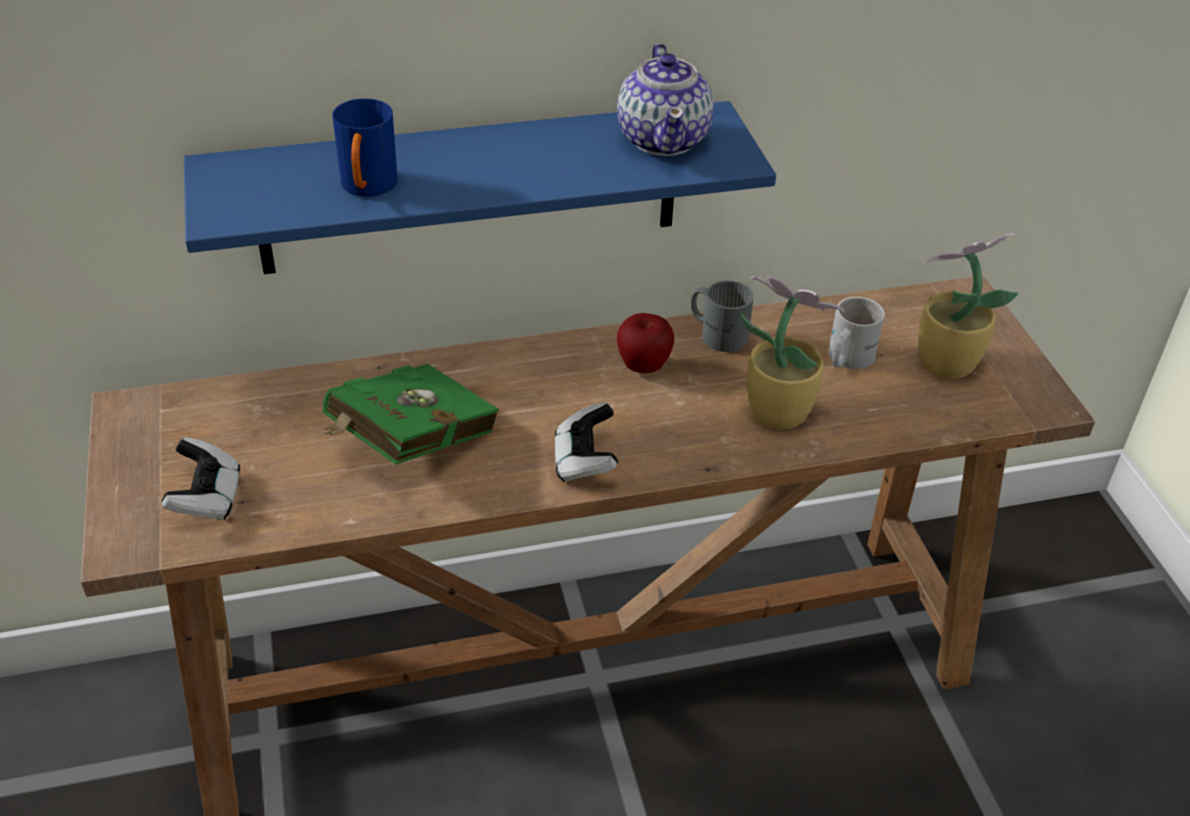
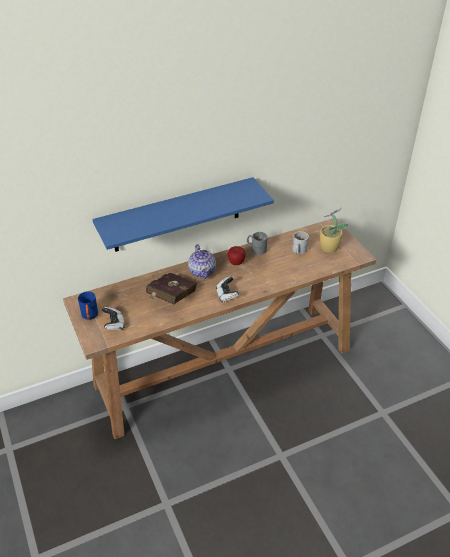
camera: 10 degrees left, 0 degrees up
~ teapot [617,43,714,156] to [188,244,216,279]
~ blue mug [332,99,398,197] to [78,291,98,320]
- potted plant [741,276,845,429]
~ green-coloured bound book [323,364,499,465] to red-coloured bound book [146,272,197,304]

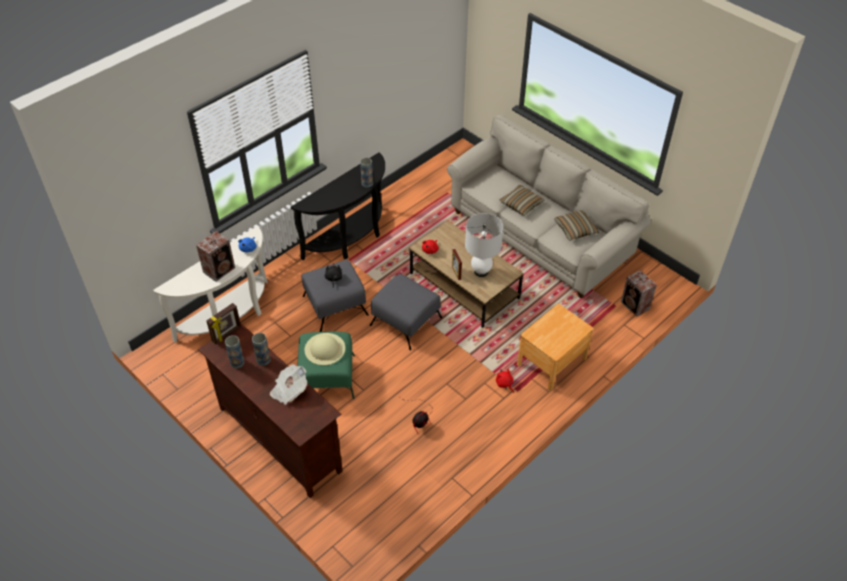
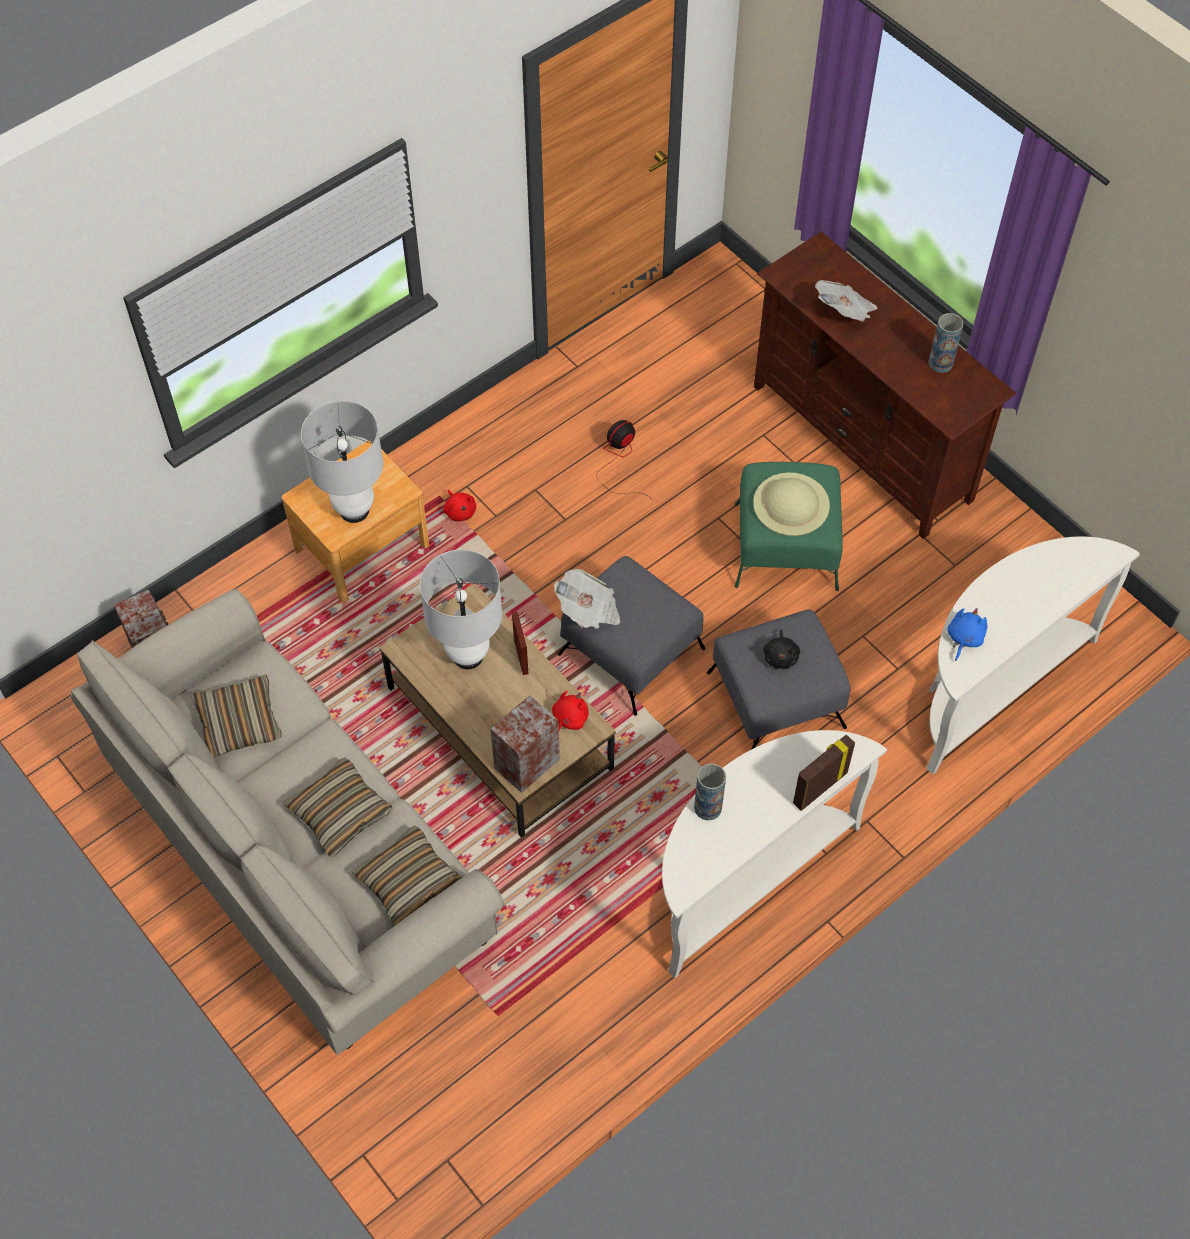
camera: 175 degrees left, 10 degrees up
~ black-coloured narrow table [291,152,385,260] to white-coloured narrow table [662,730,887,978]
~ audio speaker [196,231,235,282] to [490,695,560,793]
~ picture frame [207,303,241,345] to [793,735,855,811]
- decorative vase [252,333,271,366]
+ white-coloured tabletop lamp [301,401,384,523]
+ newspaper [554,569,621,629]
+ cushion [352,825,462,925]

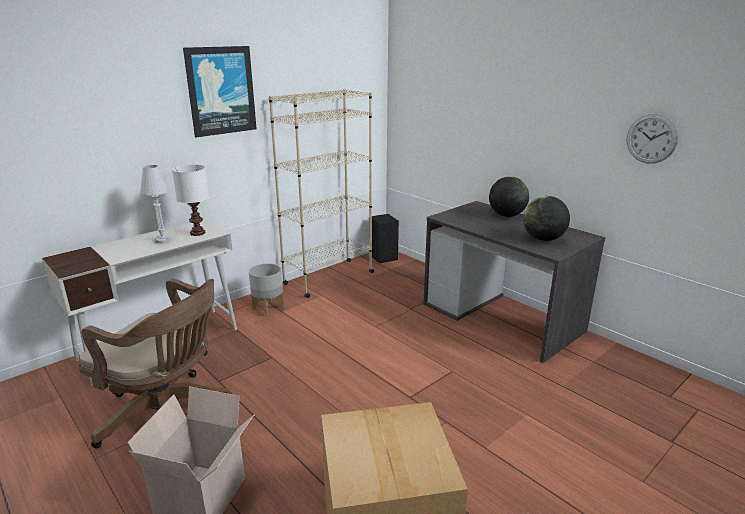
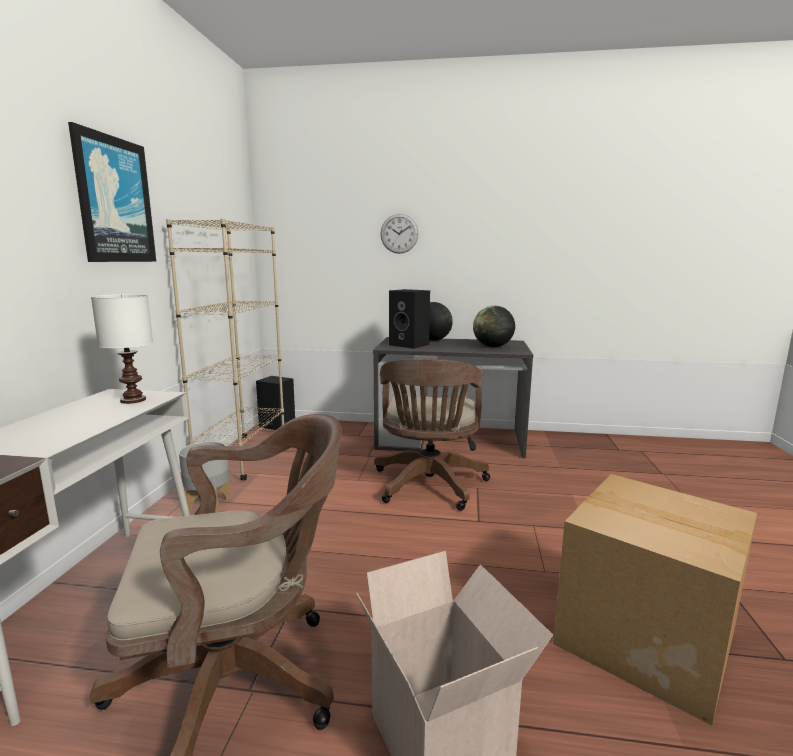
camera: 40 degrees left, 10 degrees down
~ wall clock [627,114,678,164] to [381,214,418,254]
- white-coloured tabletop lamp [140,165,171,244]
+ black-coloured audio speaker [389,289,430,349]
+ brown-coloured office chair [374,358,490,511]

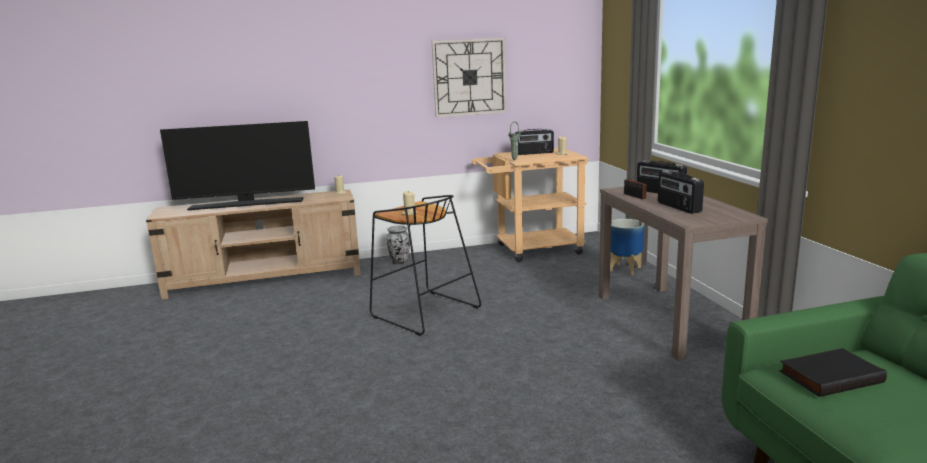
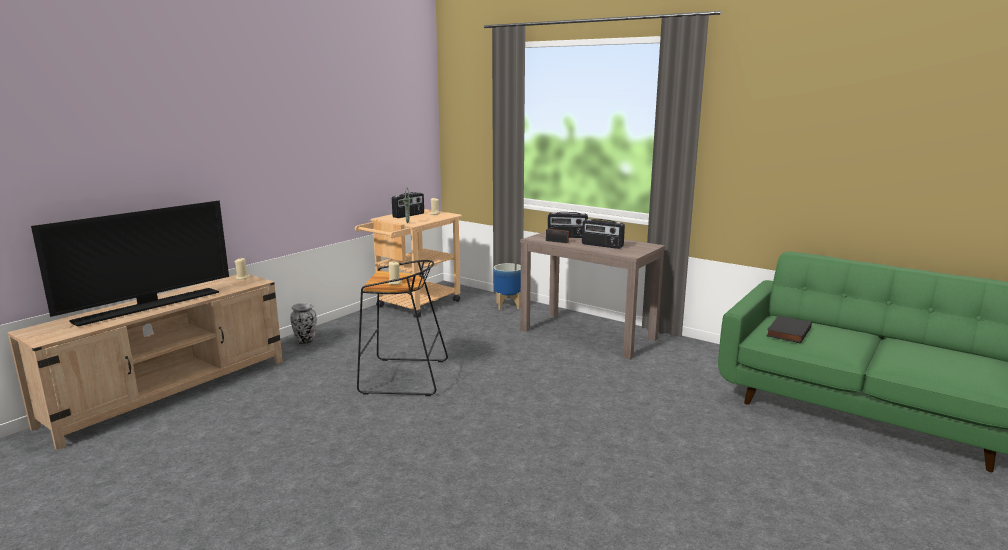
camera: 40 degrees left, 0 degrees up
- wall clock [432,38,506,117]

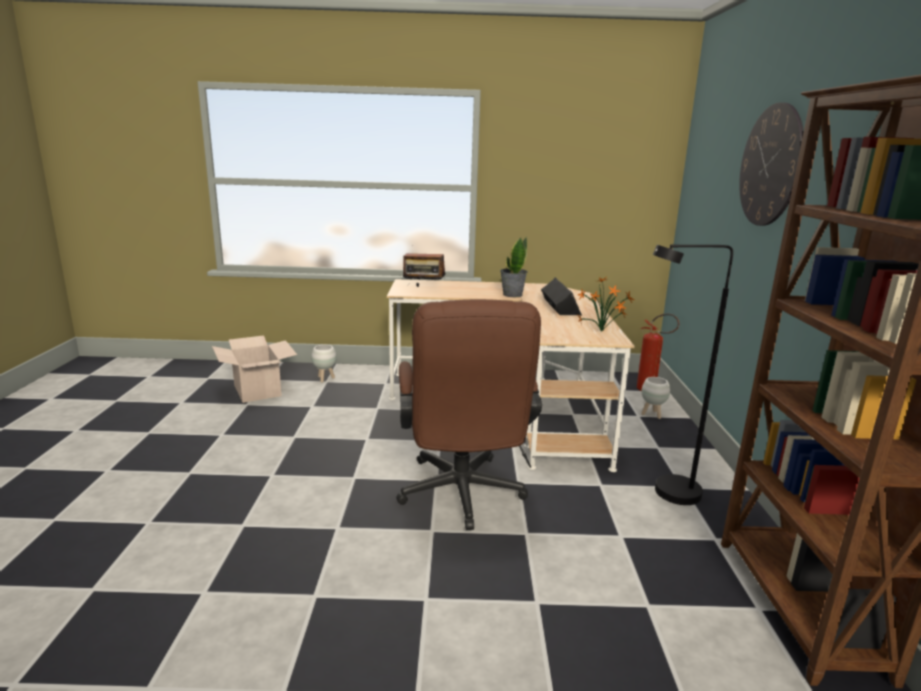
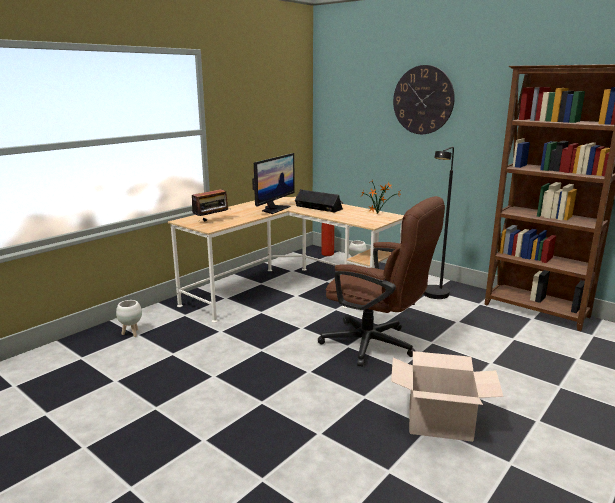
camera: 50 degrees left, 0 degrees up
~ potted plant [500,236,528,297] to monitor [252,153,295,214]
~ packing box [212,335,297,403] to [391,351,504,442]

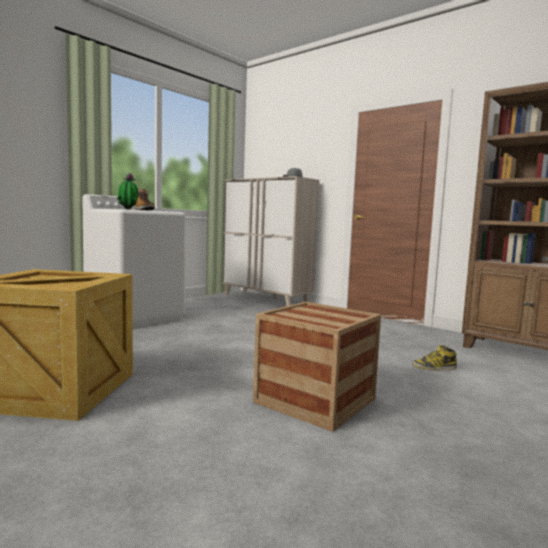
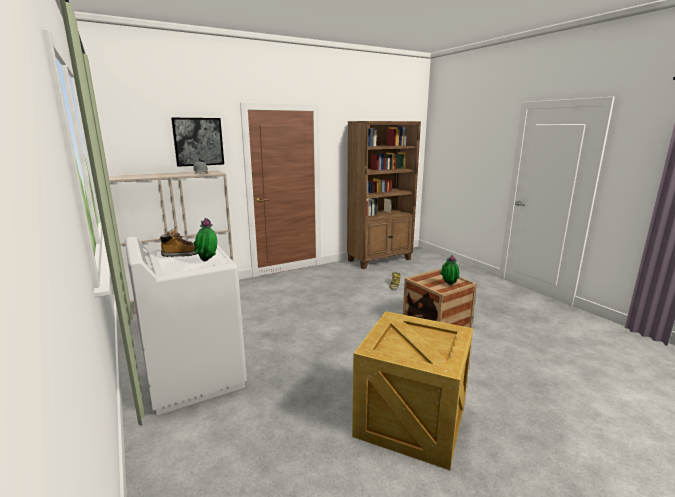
camera: 70 degrees left, 10 degrees up
+ picture [171,118,224,167]
+ potted plant [440,255,459,285]

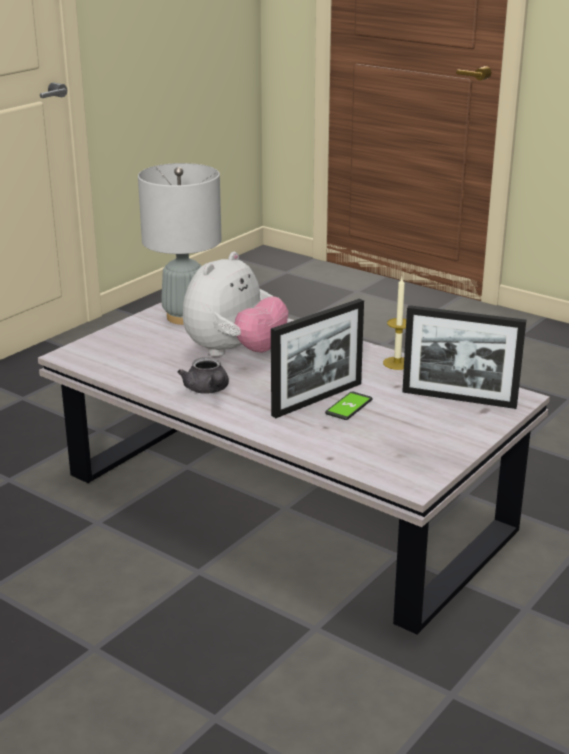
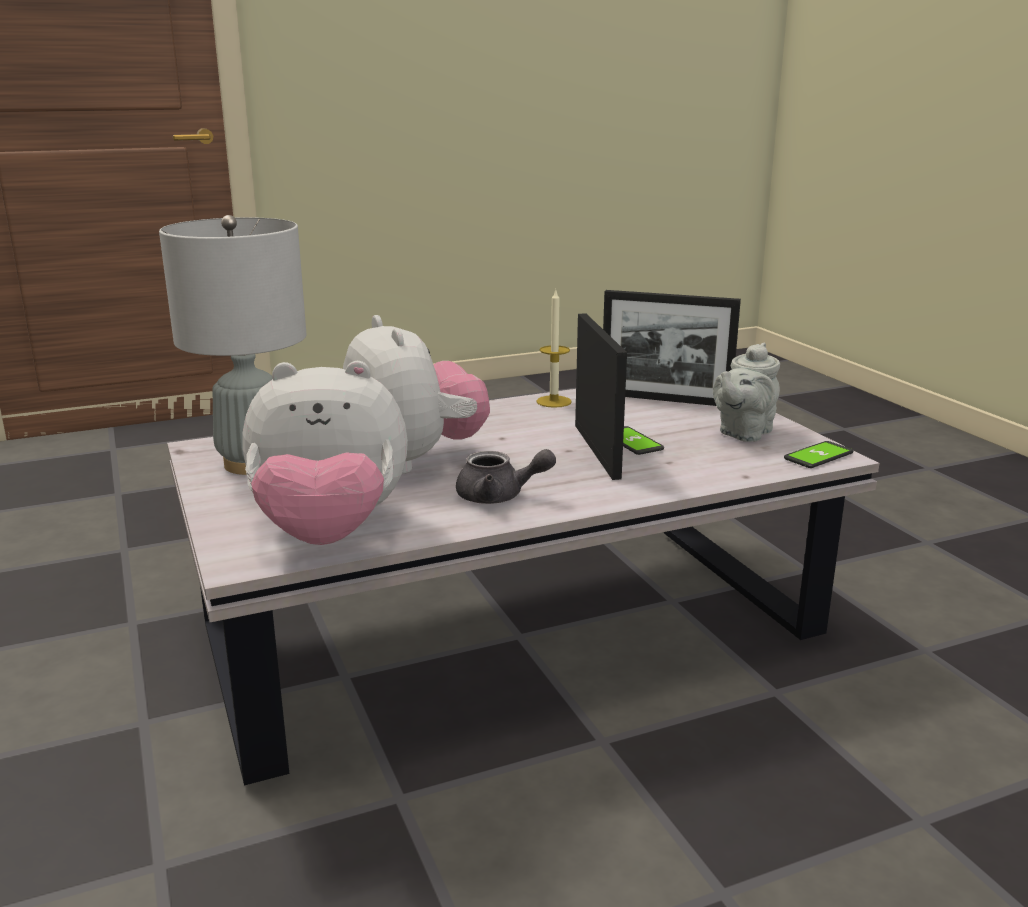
camera: 60 degrees left, 5 degrees down
~ picture frame [402,305,526,409] = [603,290,741,406] 60 degrees clockwise
+ greyish teapot [713,343,780,442]
+ cuddly toy [243,361,408,545]
+ telephone [784,441,853,468]

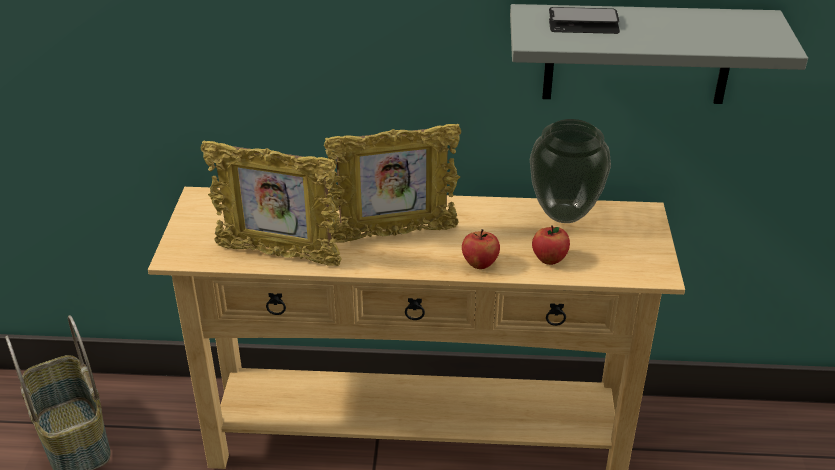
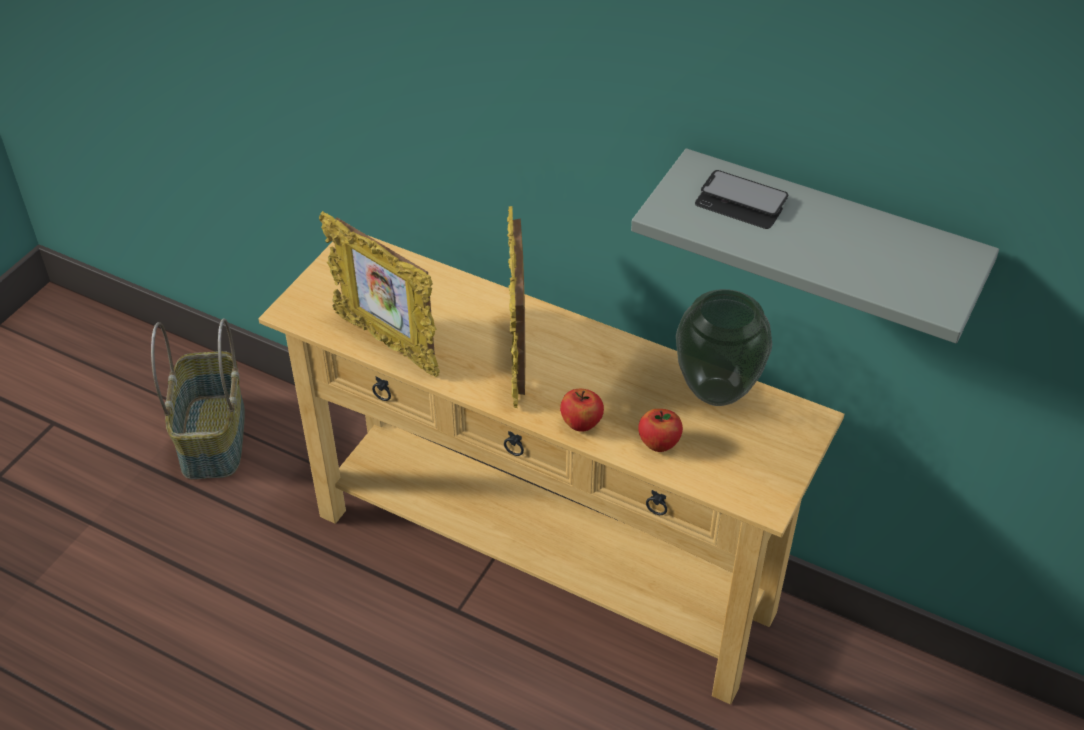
camera: 25 degrees right, 10 degrees up
~ picture frame [324,124,461,243] = [507,206,525,408] 75 degrees clockwise

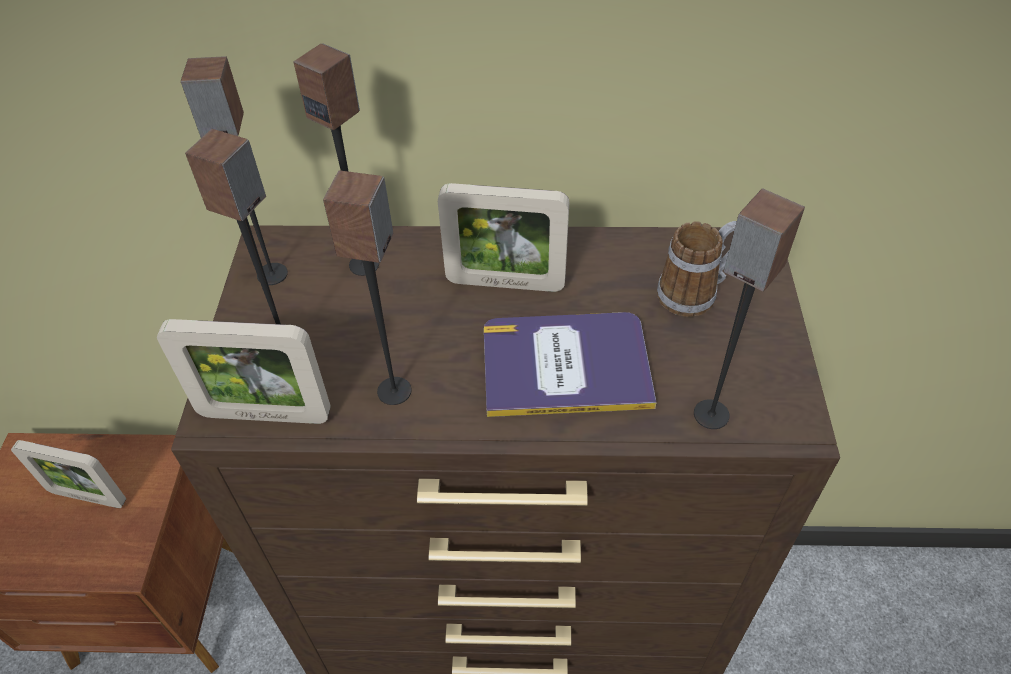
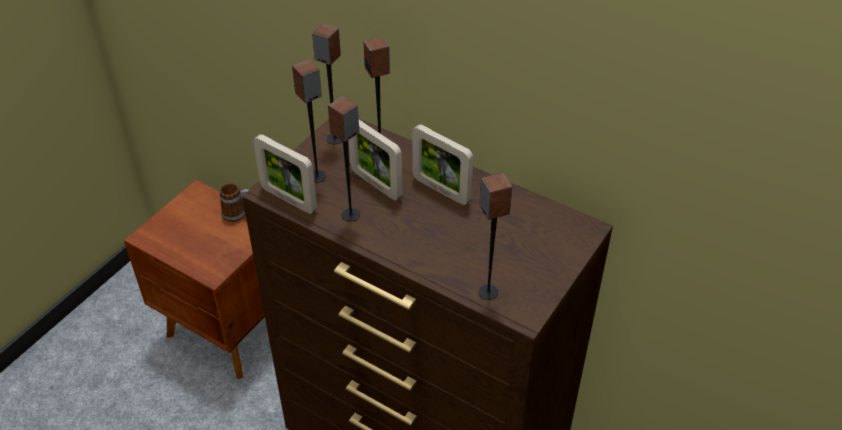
camera: 30 degrees right, 5 degrees down
~ mug [657,221,737,317] to [219,183,248,222]
- bound book [484,312,656,417]
~ picture frame [11,440,126,508] to [349,120,402,201]

